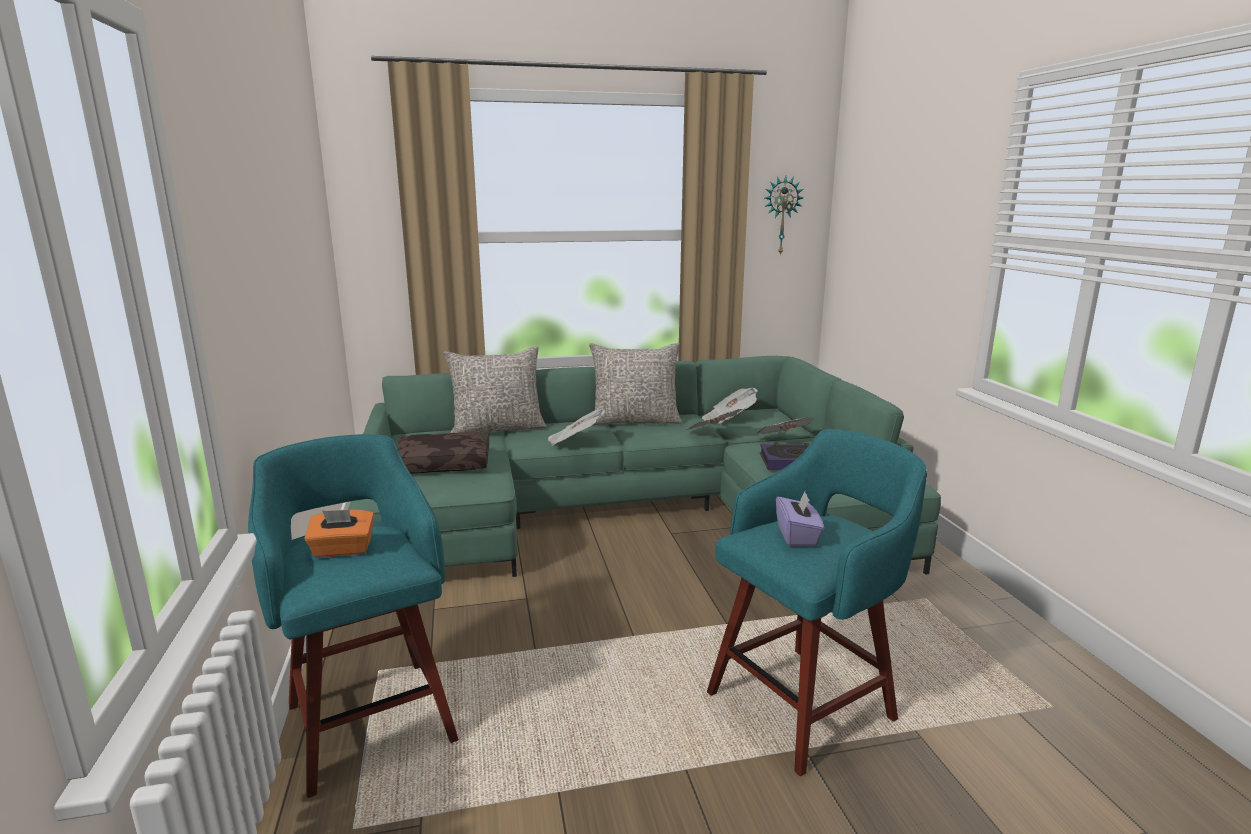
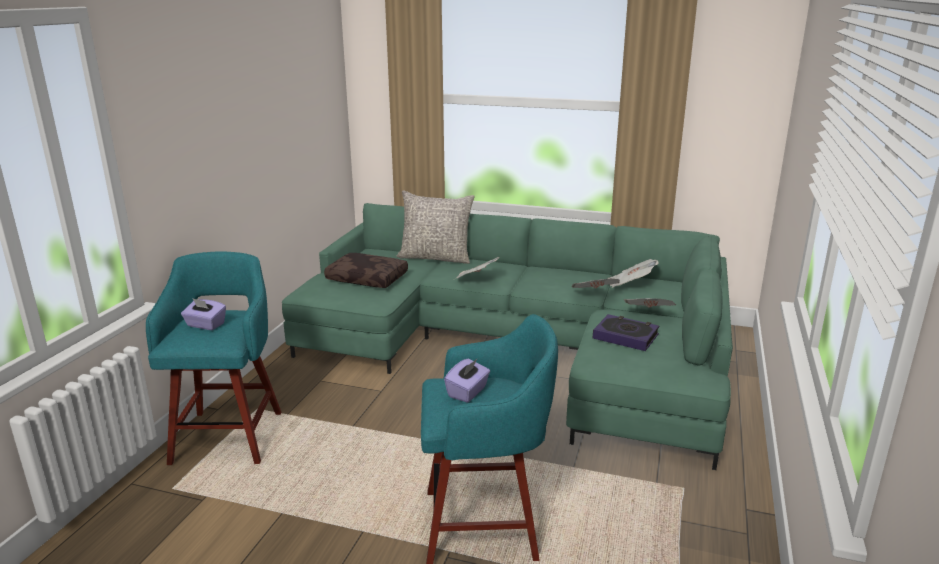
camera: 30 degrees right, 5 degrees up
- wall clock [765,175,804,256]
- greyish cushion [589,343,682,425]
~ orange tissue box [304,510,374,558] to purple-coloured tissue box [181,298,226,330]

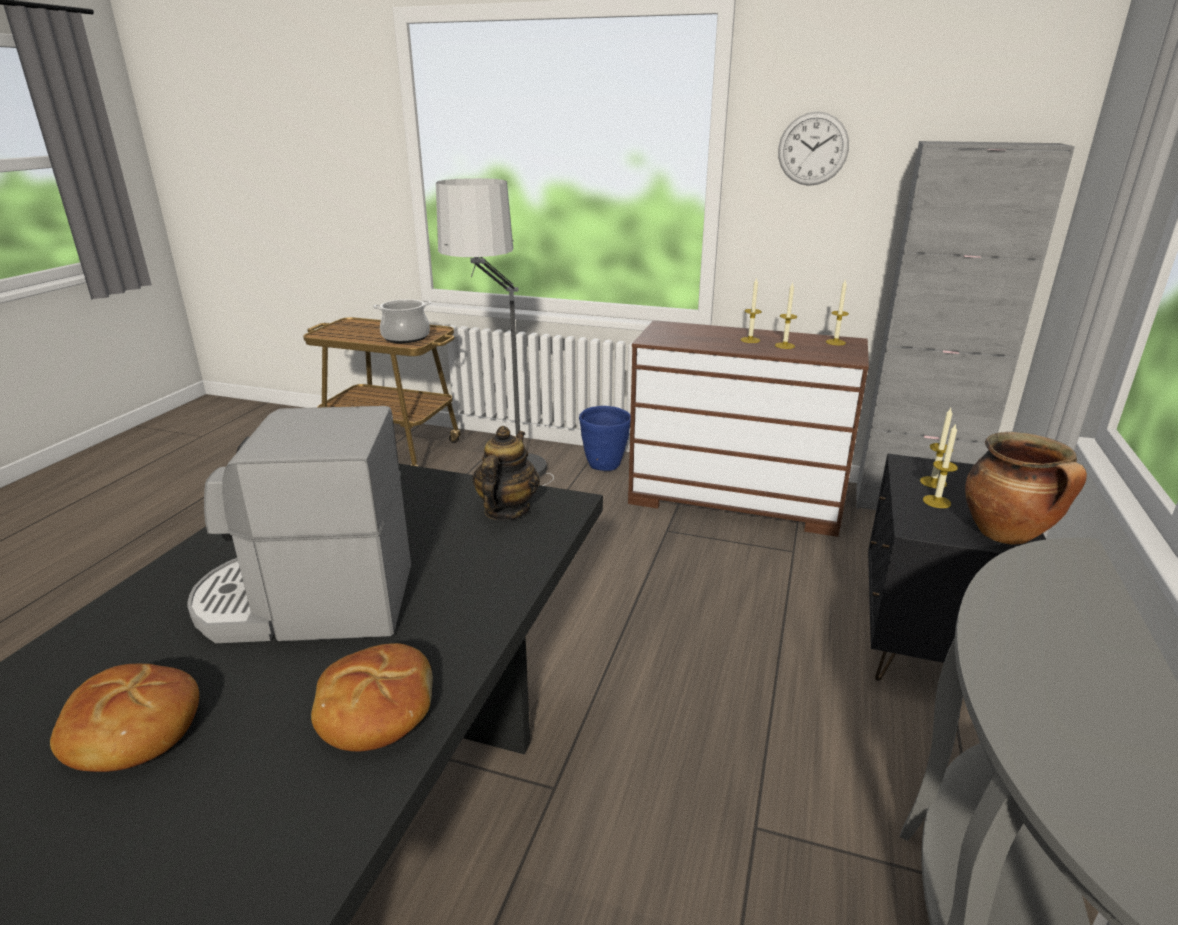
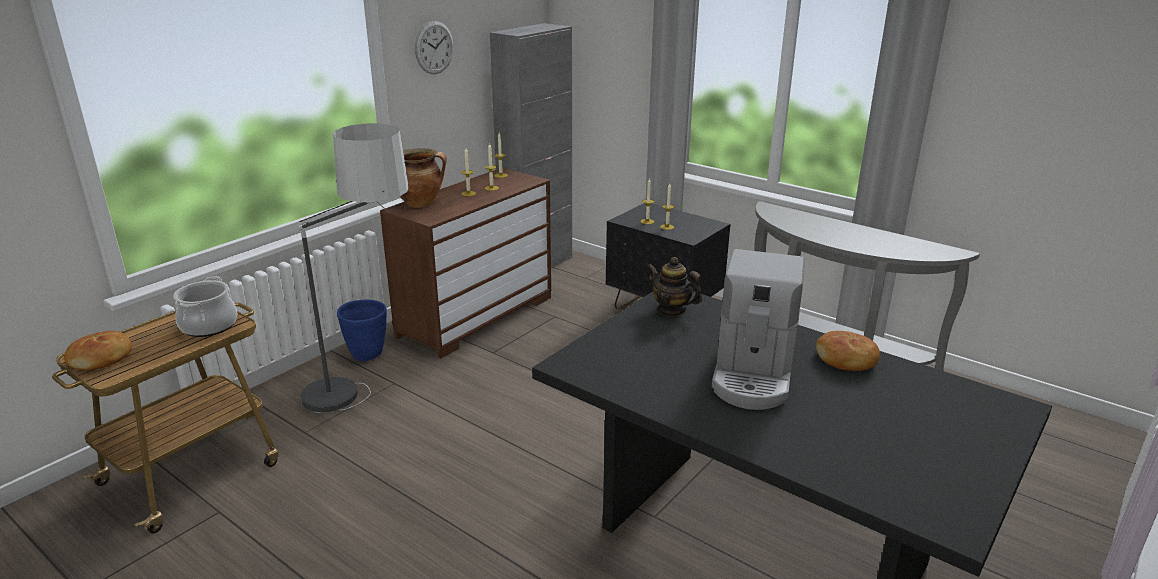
camera: 70 degrees left, 0 degrees up
~ stockpot [965,432,1087,545] to [400,148,447,207]
~ bakery bread [50,664,199,772] to [64,331,132,370]

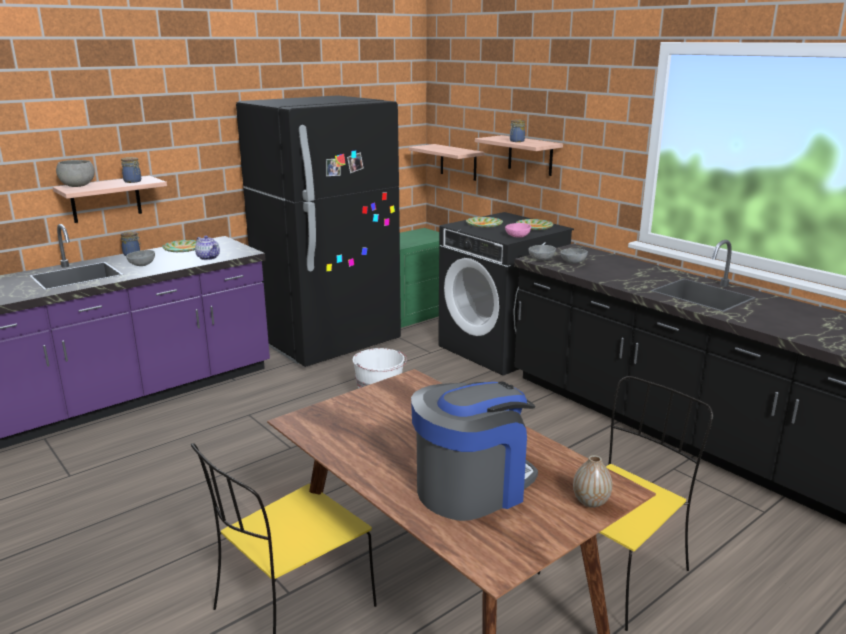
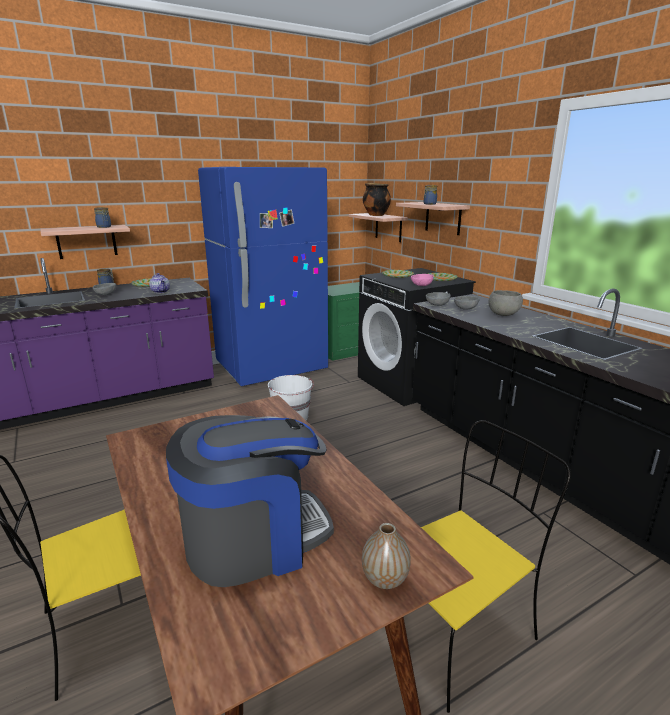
camera: 10 degrees right, 0 degrees up
~ black-coloured refrigerator [236,95,401,367] to blue refrigerator [198,167,328,386]
~ greyish bowl [56,160,95,187] to [488,290,523,316]
+ stockpot [362,183,391,216]

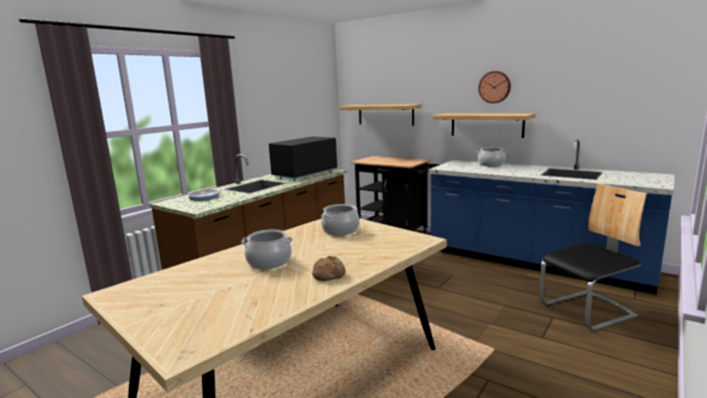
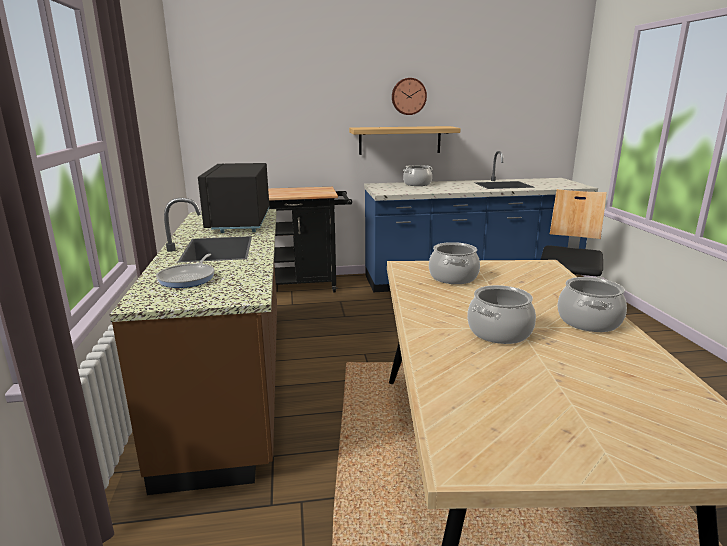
camera: 45 degrees left, 5 degrees up
- bracket shelf [339,104,421,126]
~ bakery bread [312,256,346,281] to stockpot [557,277,627,332]

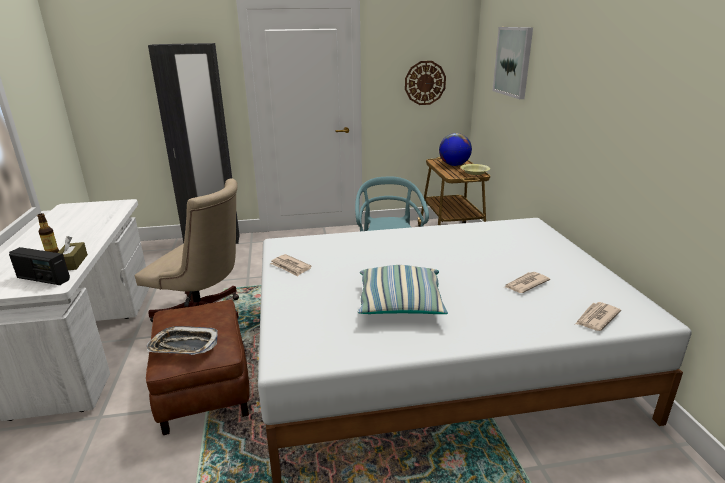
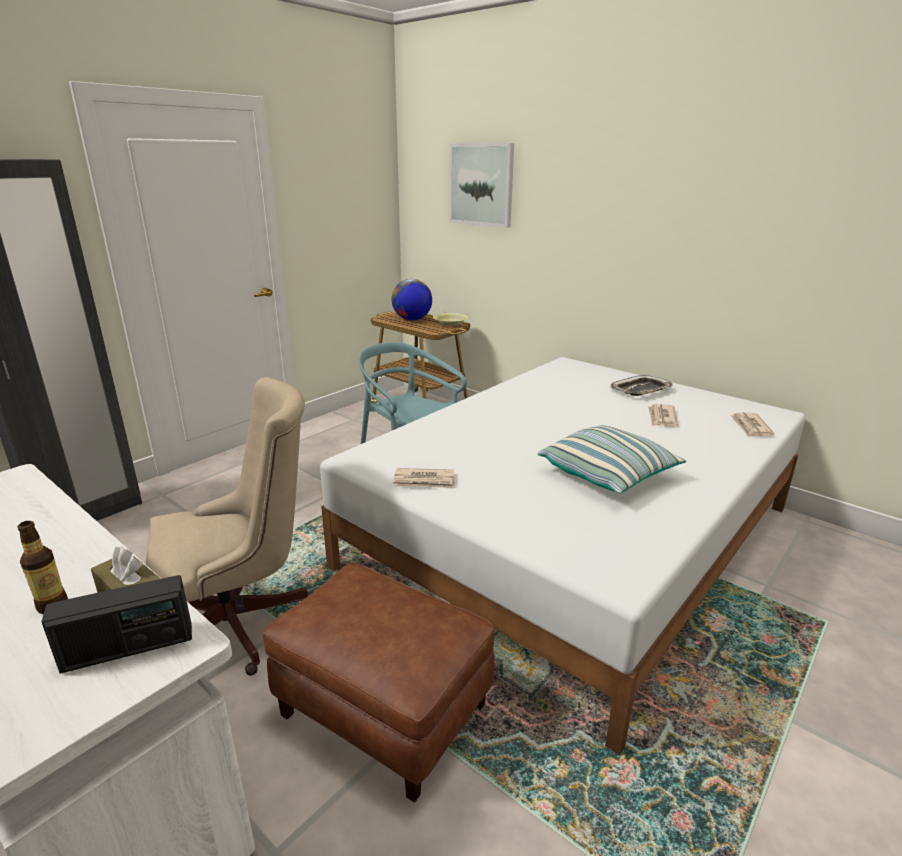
camera: 40 degrees left, 0 degrees up
- wall clock [405,61,446,105]
~ carrying tray [147,326,218,355] to [610,375,673,396]

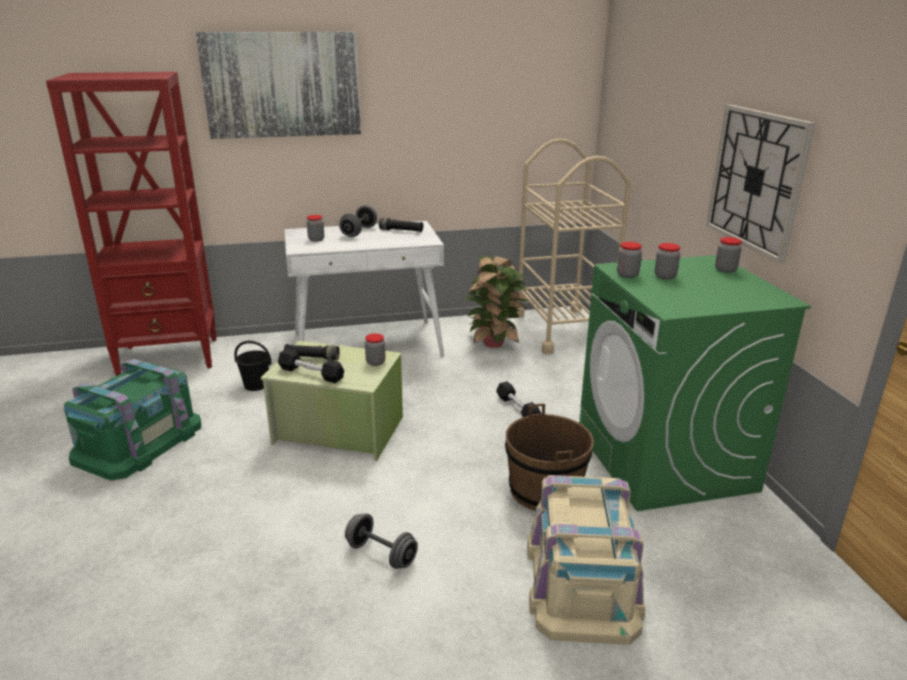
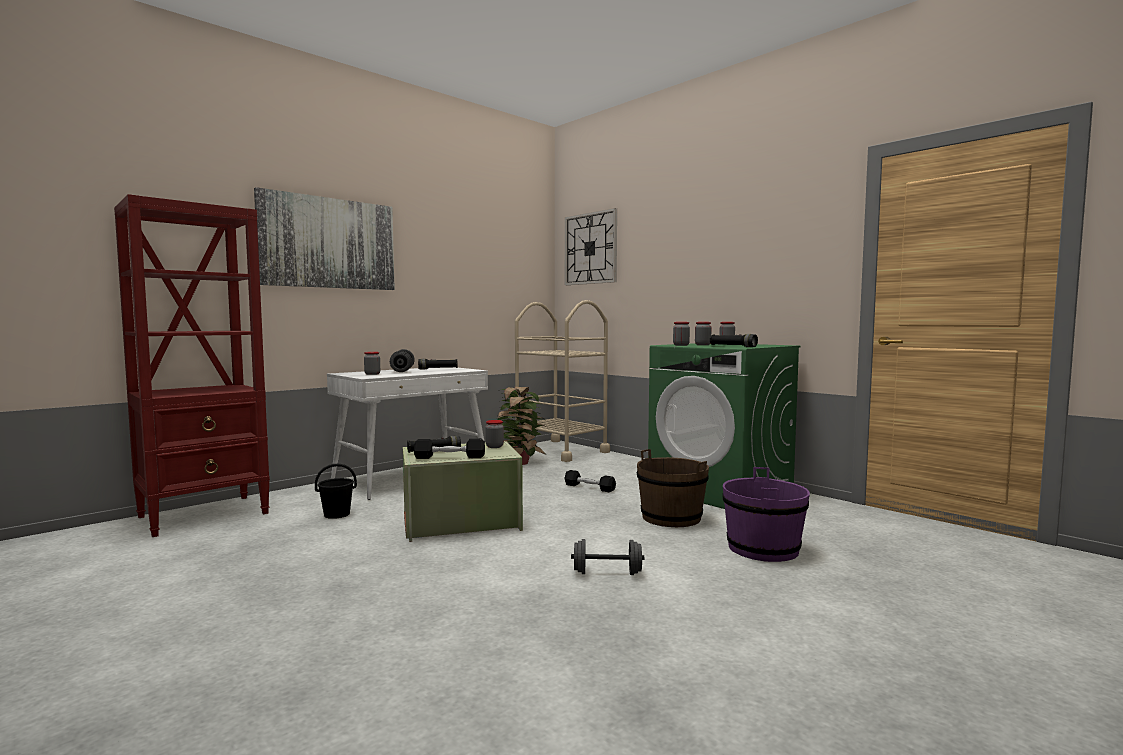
camera: 30 degrees left, 20 degrees down
~ wall clock [706,105,815,264] to [565,208,617,285]
- green-coloured storage box [64,359,201,481]
~ sand-coloured storage box [527,475,645,645] to purple-coloured water bucket [722,467,810,562]
+ black-coloured hand torch [710,334,758,347]

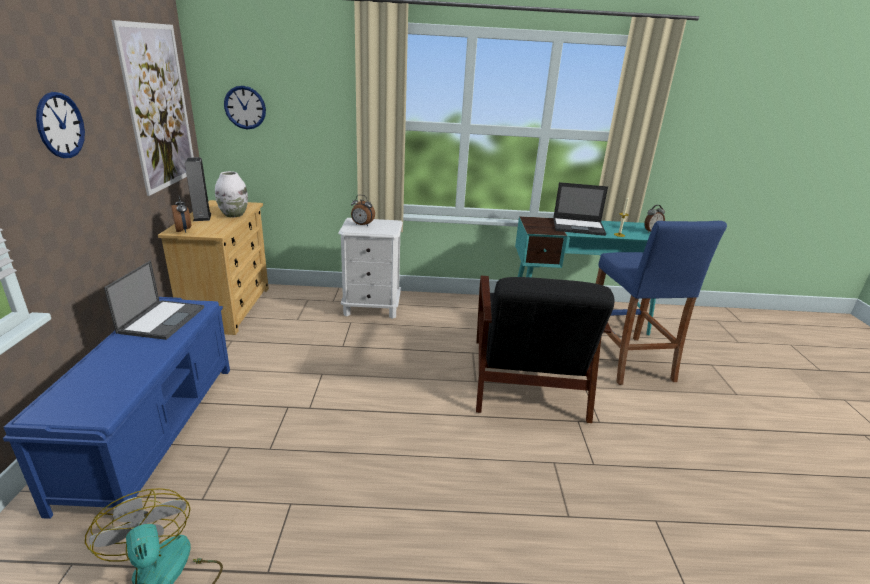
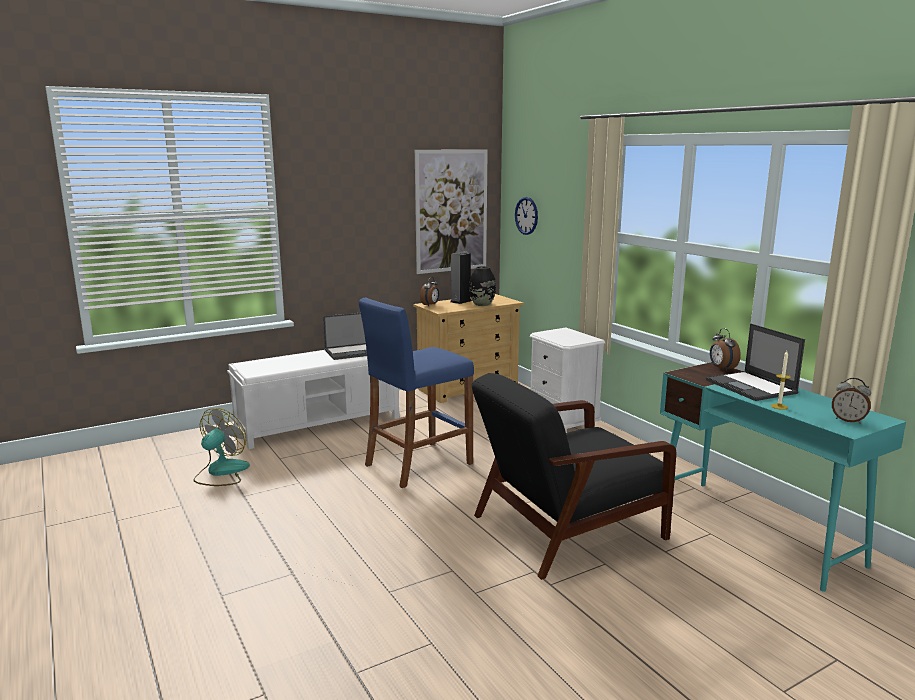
camera: 60 degrees right, 10 degrees down
- wall clock [36,92,85,158]
~ white-coloured decorative vase [215,171,248,217] to black-coloured decorative vase [469,266,496,306]
~ bedside clock [351,195,375,226] to [710,328,741,371]
~ blue sitting stool [596,221,727,385] to [359,298,474,488]
~ blue indoor bench [3,297,230,519] to white-coloured indoor bench [227,350,399,449]

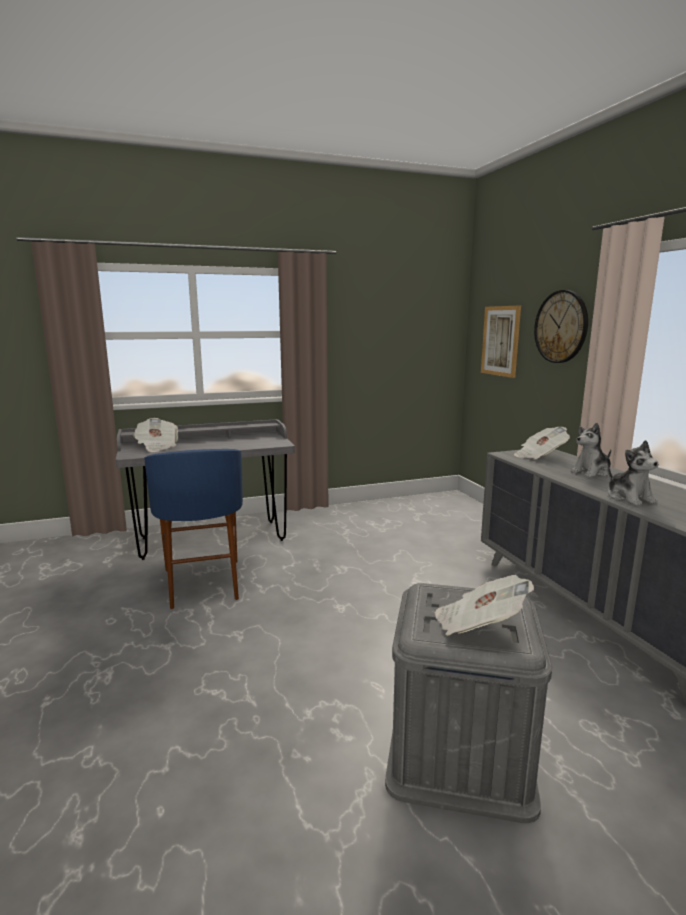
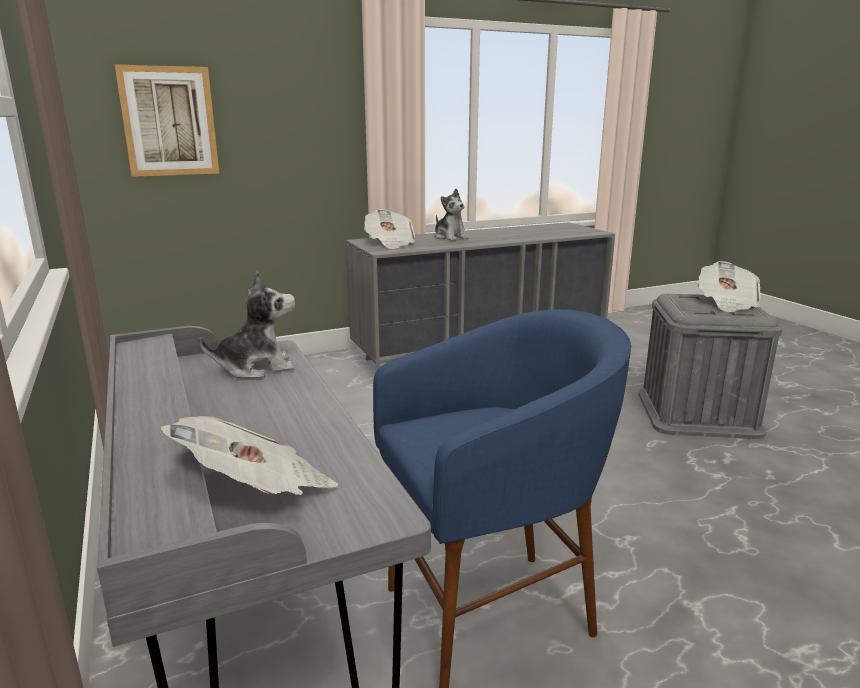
camera: 95 degrees left, 5 degrees up
- wall clock [534,290,588,363]
~ cuddly toy [608,440,659,506] to [199,272,295,379]

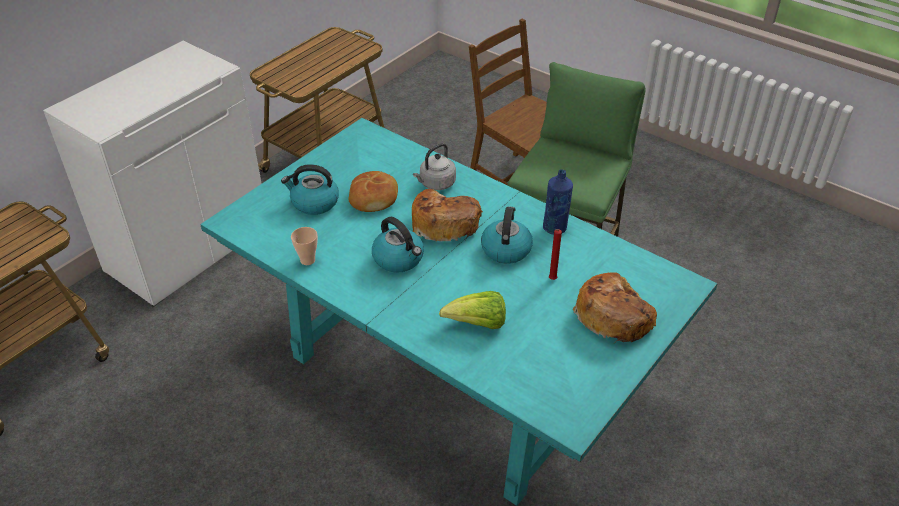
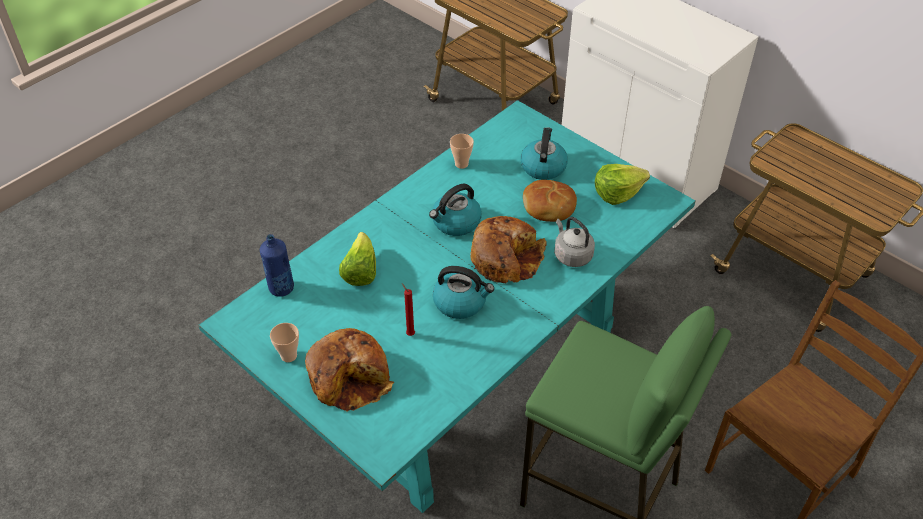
camera: 95 degrees right, 5 degrees up
~ blue bottle [543,169,573,235] to [260,234,294,297]
+ lettuce head [595,164,650,205]
+ cup [270,323,299,362]

